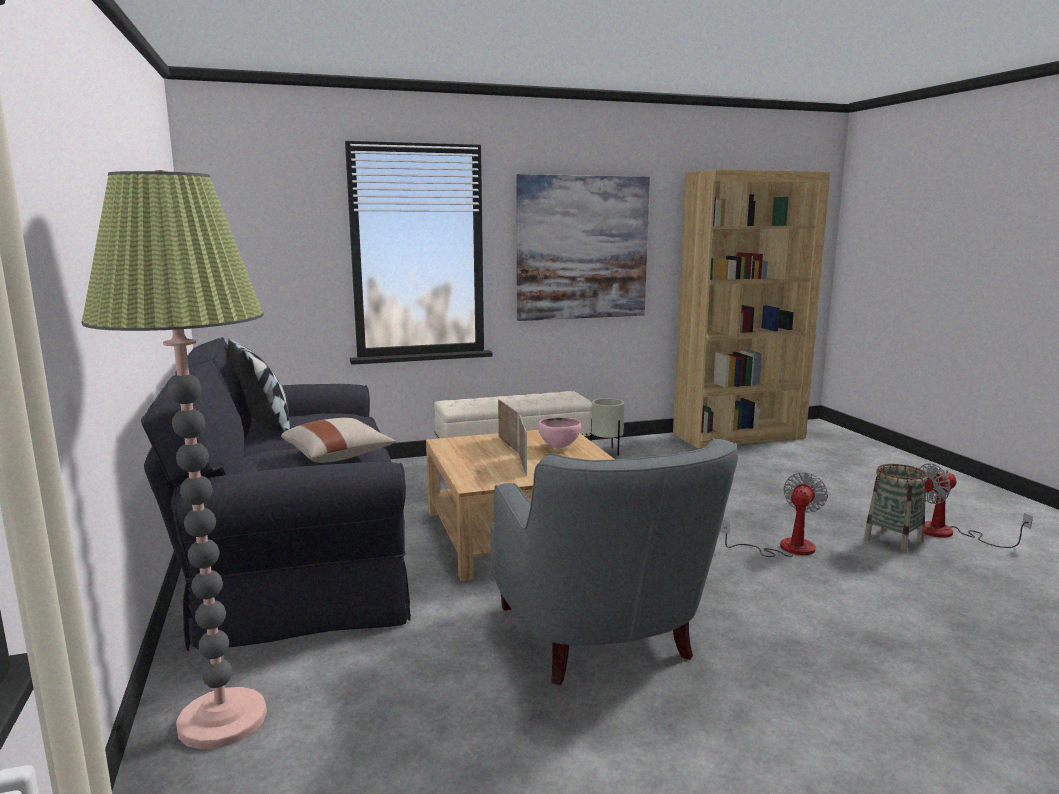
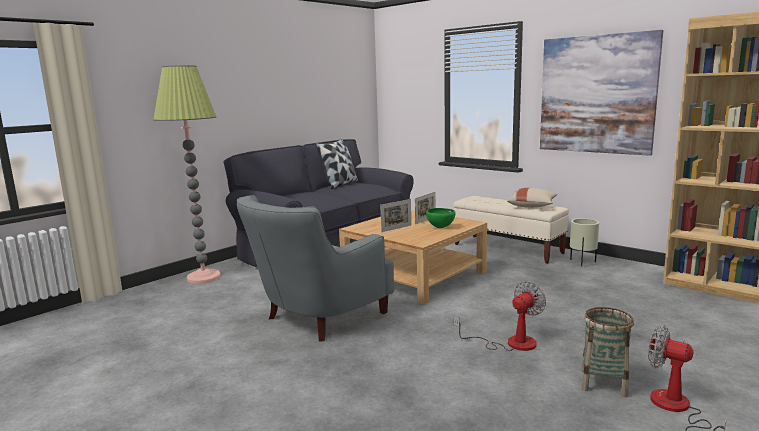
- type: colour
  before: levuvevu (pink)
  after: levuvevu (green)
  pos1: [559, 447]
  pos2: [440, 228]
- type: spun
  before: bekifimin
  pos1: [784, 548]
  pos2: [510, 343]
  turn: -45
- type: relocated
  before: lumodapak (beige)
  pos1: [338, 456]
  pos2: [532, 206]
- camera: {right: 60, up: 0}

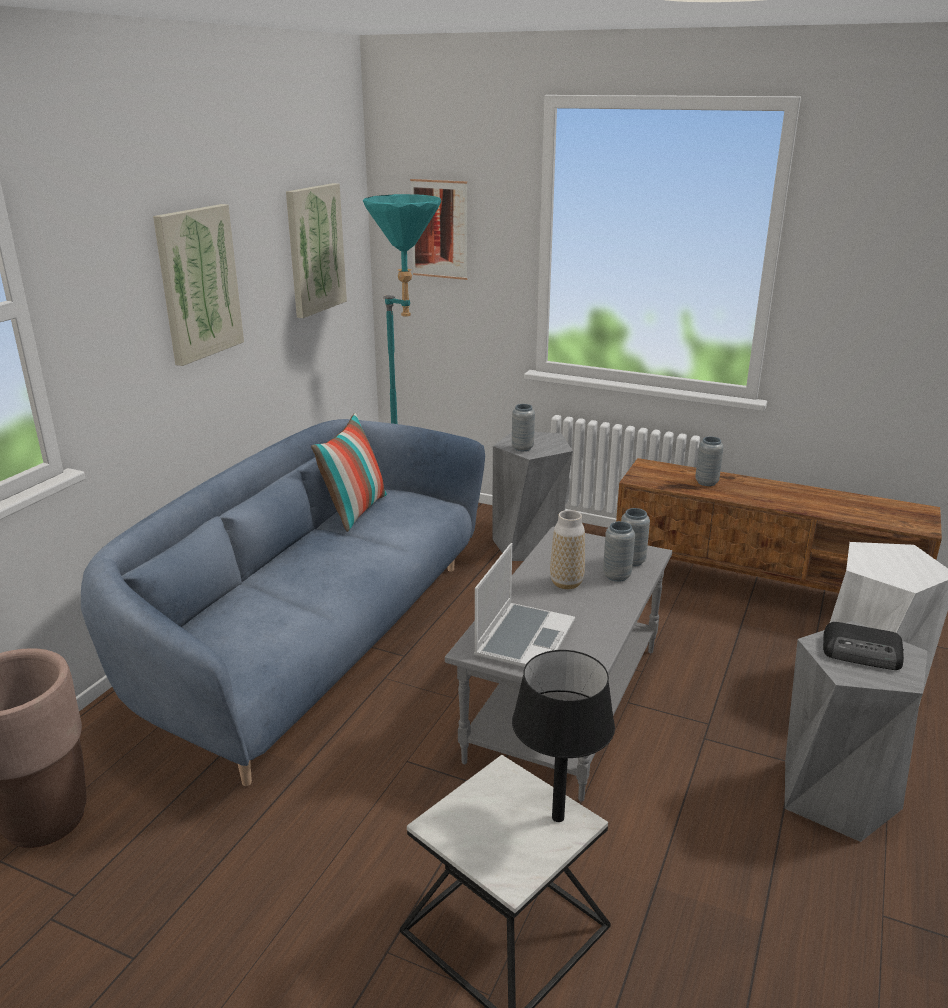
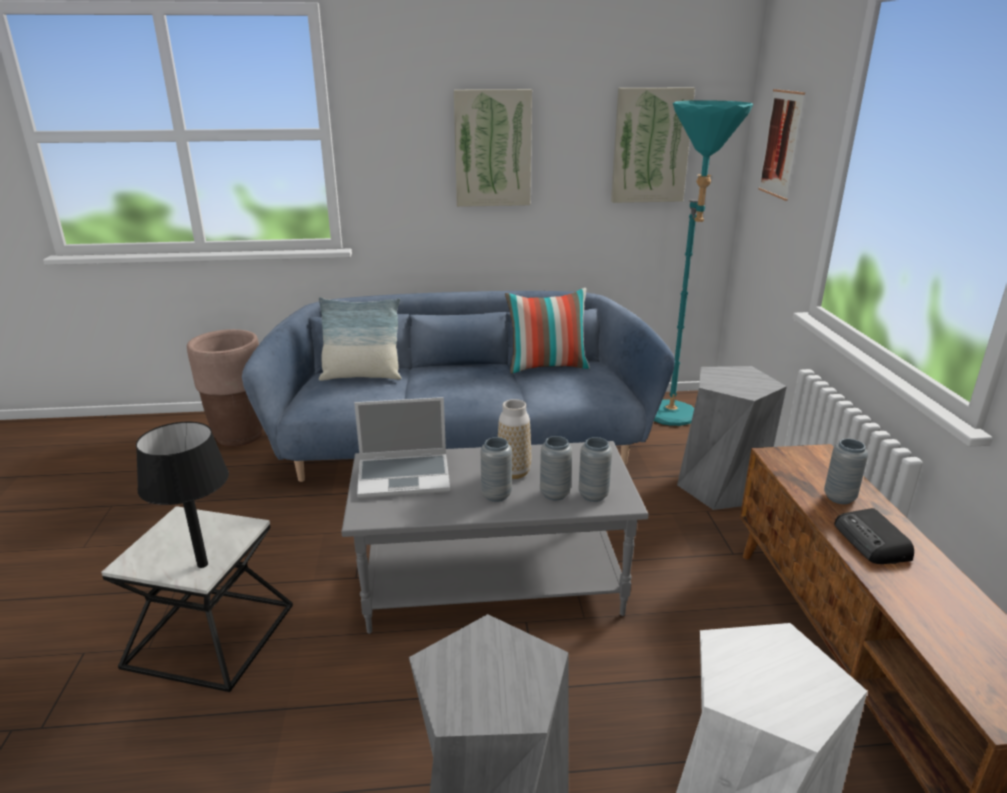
- type: appeared
  after: lumodapak
  pos2: [362, 376]
- type: relocated
  before: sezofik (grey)
  pos1: [522, 448]
  pos2: [496, 495]
- type: relocated
  before: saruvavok
  pos1: [863, 653]
  pos2: [872, 542]
- camera: {right: 60, up: 0}

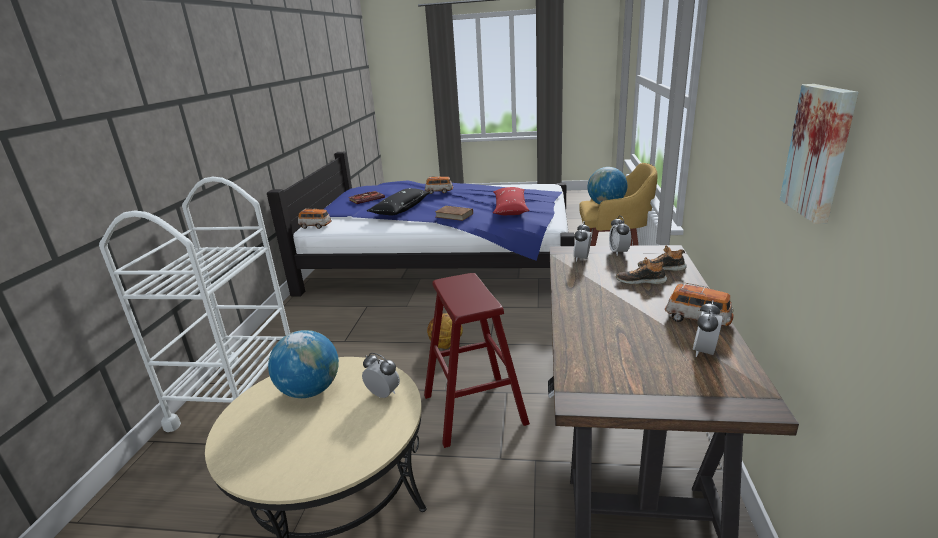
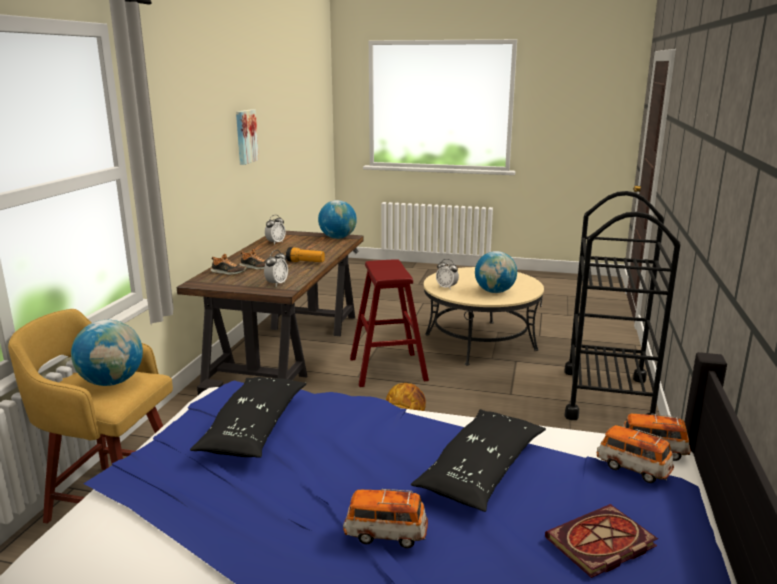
- type: colour
  before: lumodapak (red)
  after: lumodapak (black)
  pos1: [510, 209]
  pos2: [254, 428]
- type: appeared
  after: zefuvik
  pos2: [305, 262]
- type: appeared
  after: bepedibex
  pos2: [337, 238]
- type: colour
  before: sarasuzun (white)
  after: sarasuzun (black)
  pos1: [238, 394]
  pos2: [607, 397]
- type: relocated
  before: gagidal
  pos1: [697, 319]
  pos2: [632, 468]
- type: missing
  before: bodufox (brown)
  pos1: [454, 215]
- type: missing
  before: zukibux
  pos1: [619, 252]
- camera: {right: -175, up: -5}

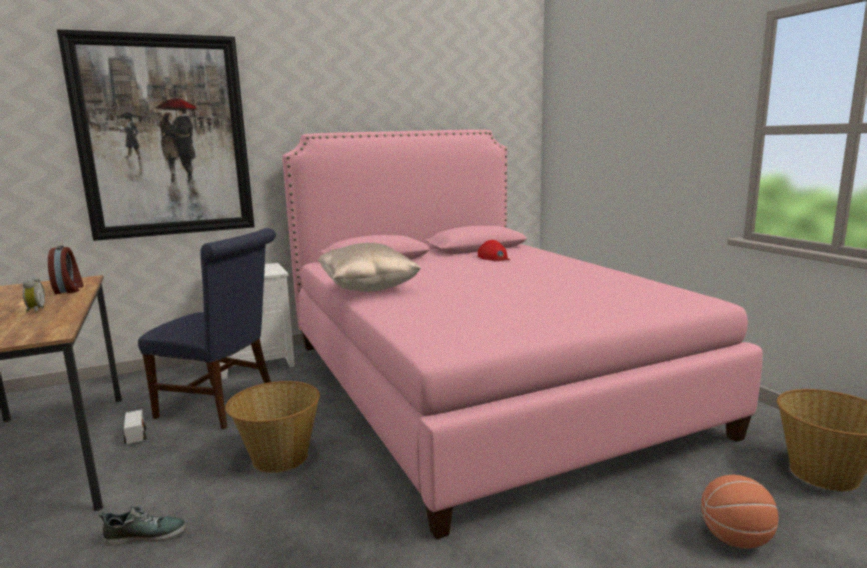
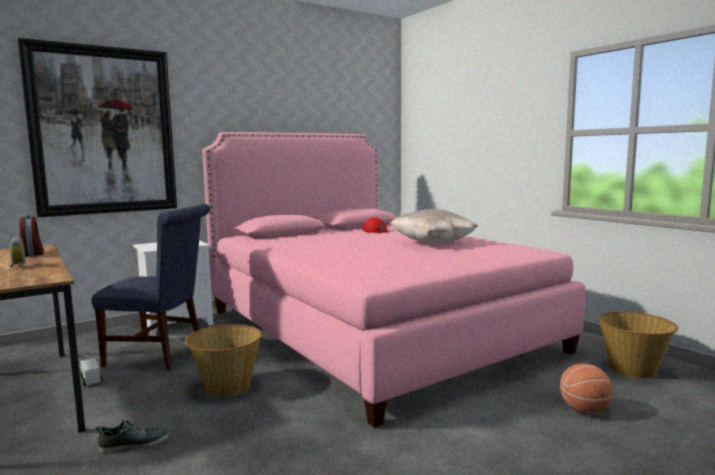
- type: relocated
  before: lumodapak (beige)
  pos1: [368, 289]
  pos2: [432, 243]
- camera: {right: -10, up: -5}

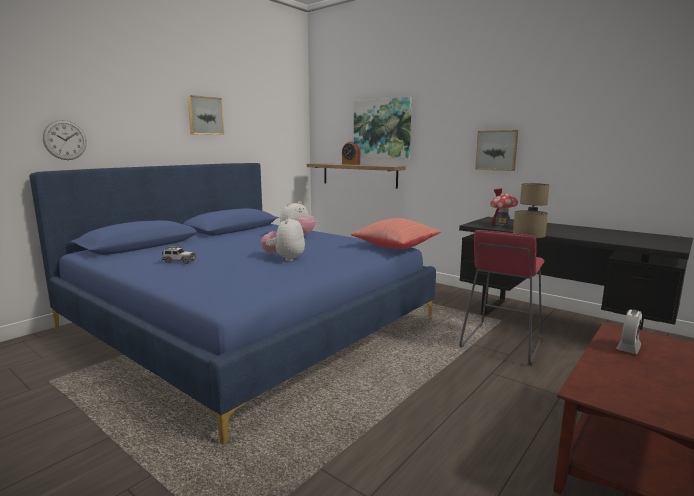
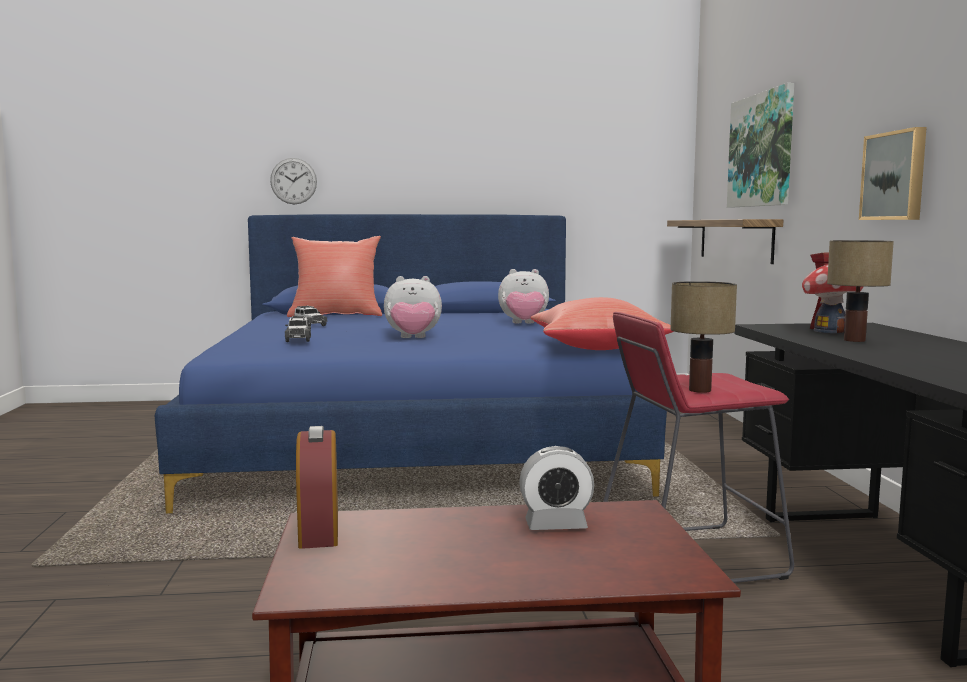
- type: appeared
  after: gagidal
  pos2: [298, 339]
- type: appeared
  after: lumodapak (red)
  pos2: [336, 315]
- type: relocated
  before: zukibux
  pos1: [351, 164]
  pos2: [319, 531]
- type: spun
  before: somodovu
  pos1: [285, 259]
  pos2: [413, 338]
  turn: -150
- type: missing
  before: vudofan
  pos1: [205, 115]
- camera: {right: 45, up: -5}

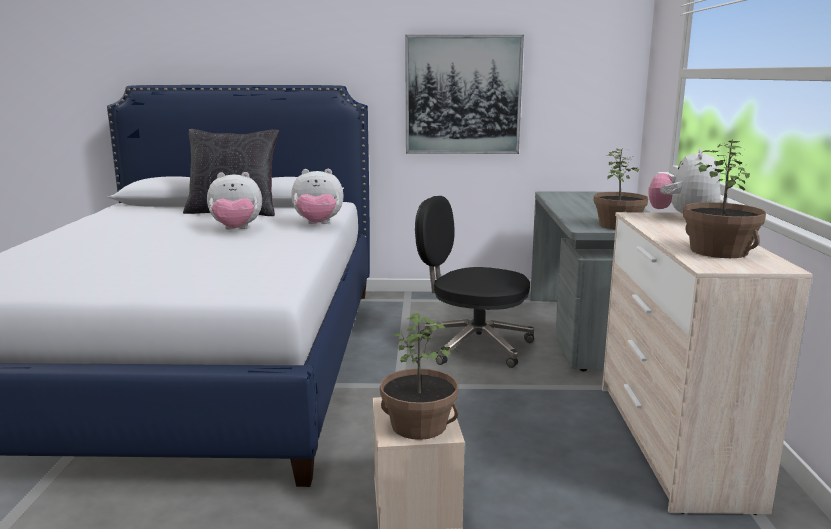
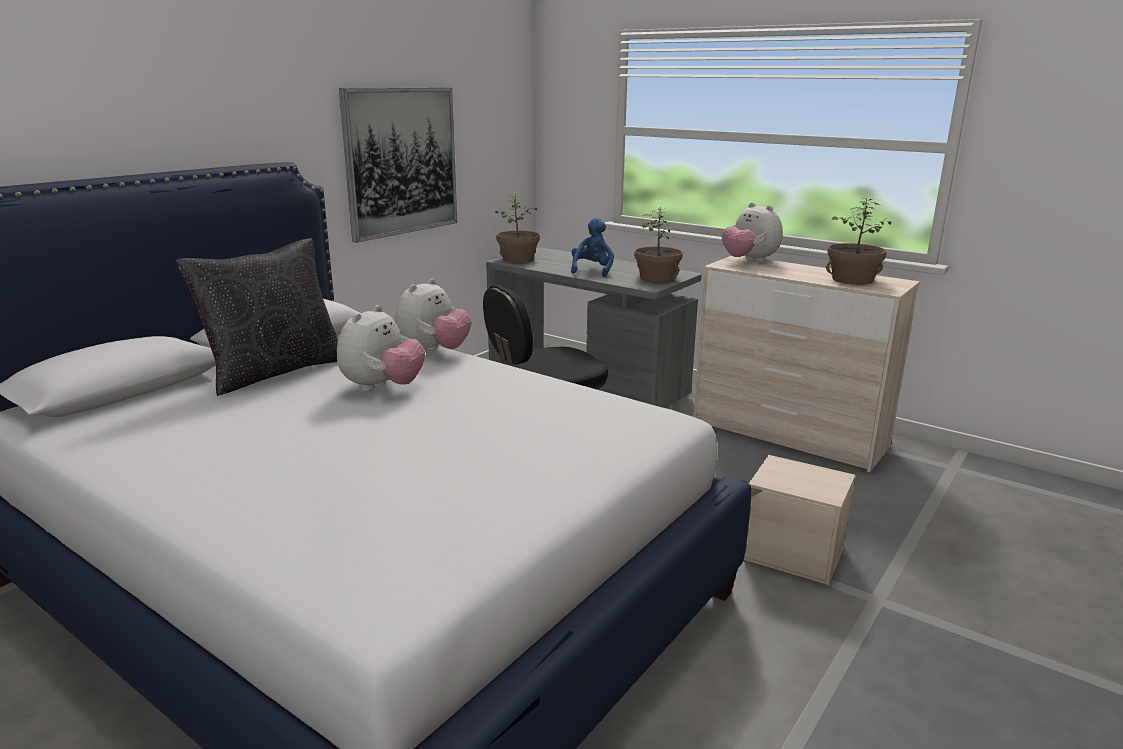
- type: relocated
  before: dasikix
  pos1: [418, 425]
  pos2: [518, 259]
- type: appeared
  after: somodovu (blue)
  pos2: [592, 271]
- camera: {right: -55, up: 5}

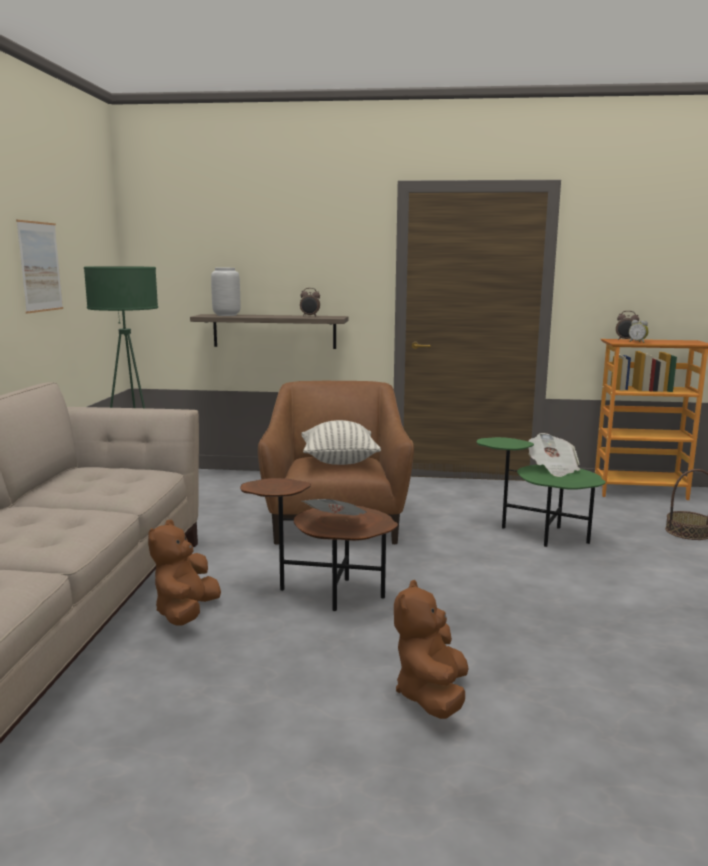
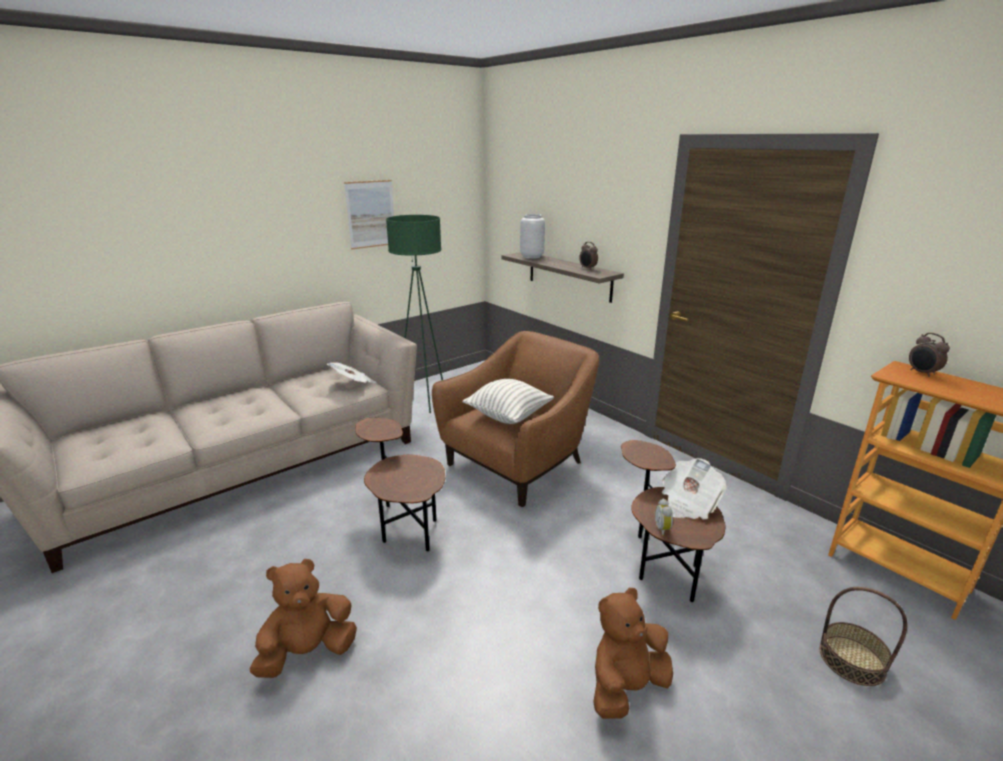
- type: relocated
  before: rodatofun
  pos1: [336, 525]
  pos2: [353, 384]
- type: relocated
  before: somodovu (brown)
  pos1: [186, 613]
  pos2: [626, 687]
- type: colour
  before: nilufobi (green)
  after: nilufobi (brown)
  pos1: [539, 534]
  pos2: [660, 563]
- type: relocated
  before: zukibux
  pos1: [637, 342]
  pos2: [663, 529]
- camera: {right: 45, up: 10}

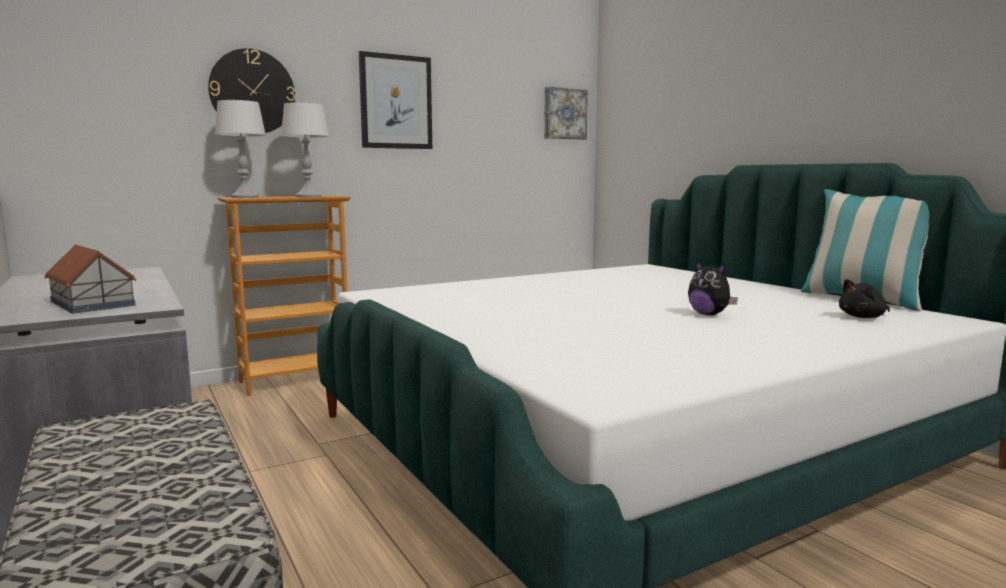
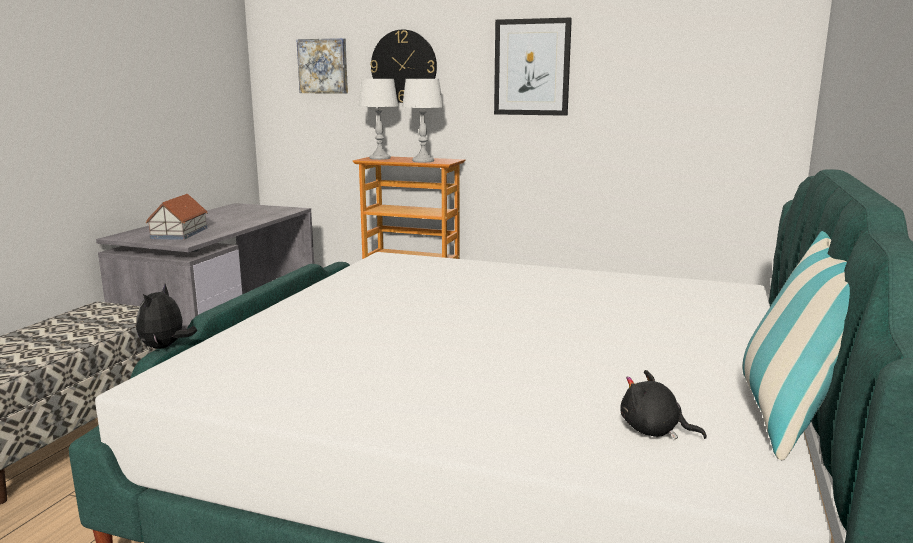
- type: relocated
  before: somodovu
  pos1: [709, 314]
  pos2: [165, 347]
- type: relocated
  before: vudofan
  pos1: [564, 114]
  pos2: [323, 66]
- camera: {right: 50, up: 5}

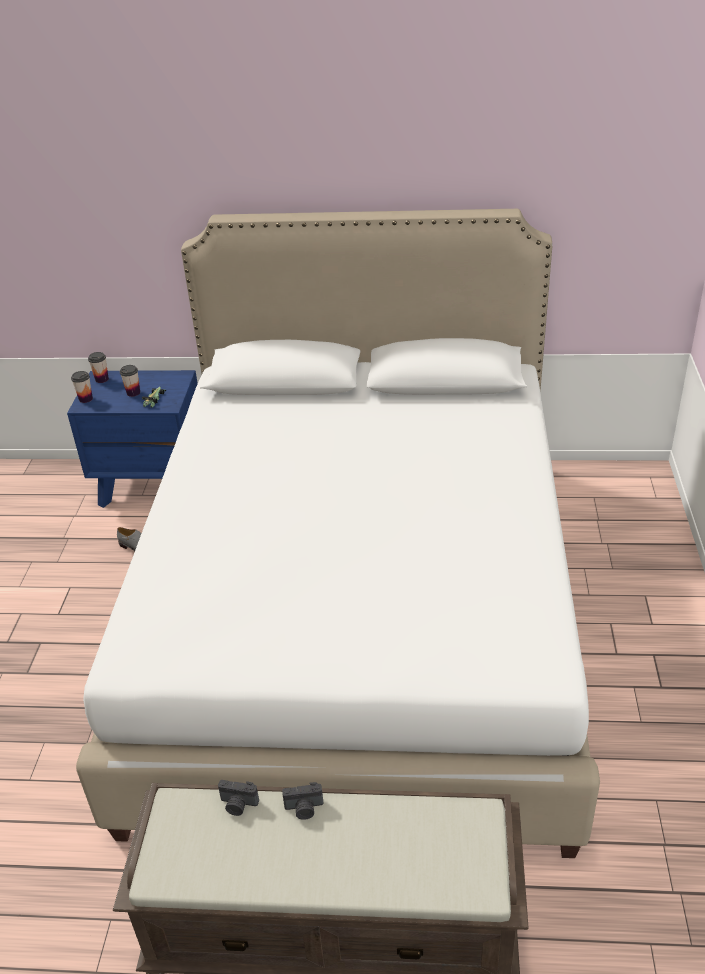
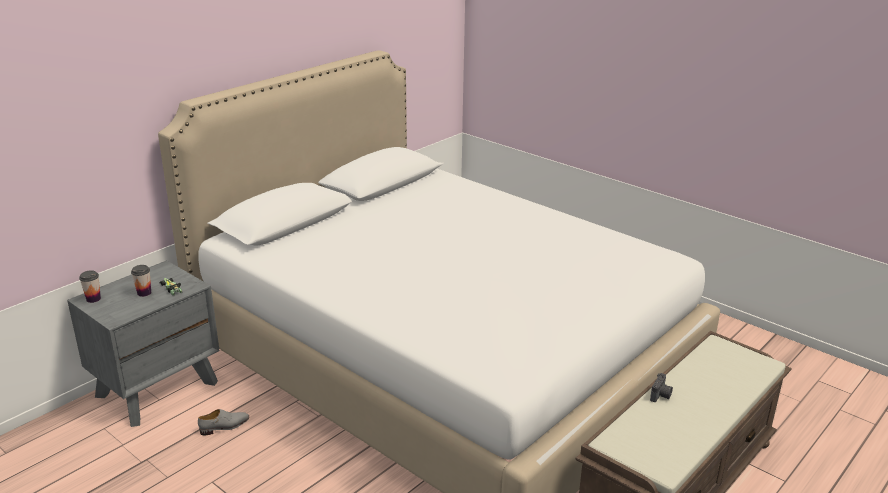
- type: colour
  before: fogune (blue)
  after: fogune (grey)
  pos1: [154, 484]
  pos2: [157, 388]
- type: missing
  before: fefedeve
  pos1: [85, 399]
- type: missing
  before: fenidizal
  pos1: [238, 805]
- camera: {right: -55, up: -10}

